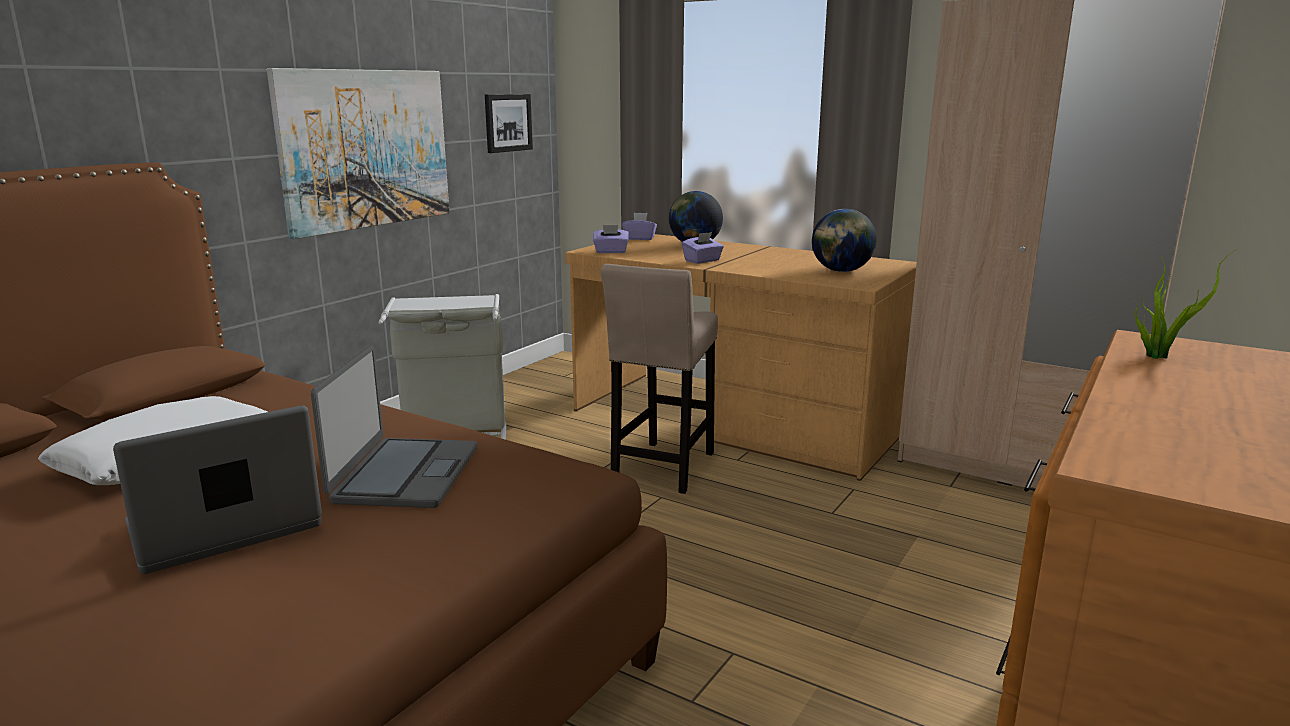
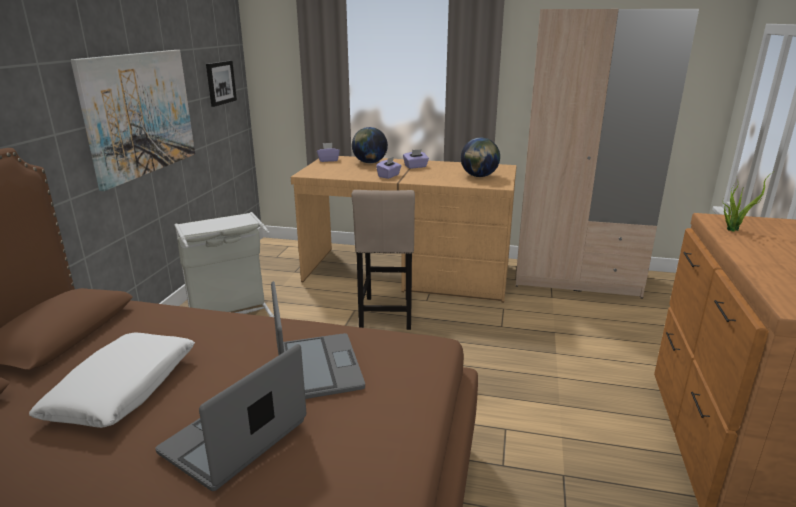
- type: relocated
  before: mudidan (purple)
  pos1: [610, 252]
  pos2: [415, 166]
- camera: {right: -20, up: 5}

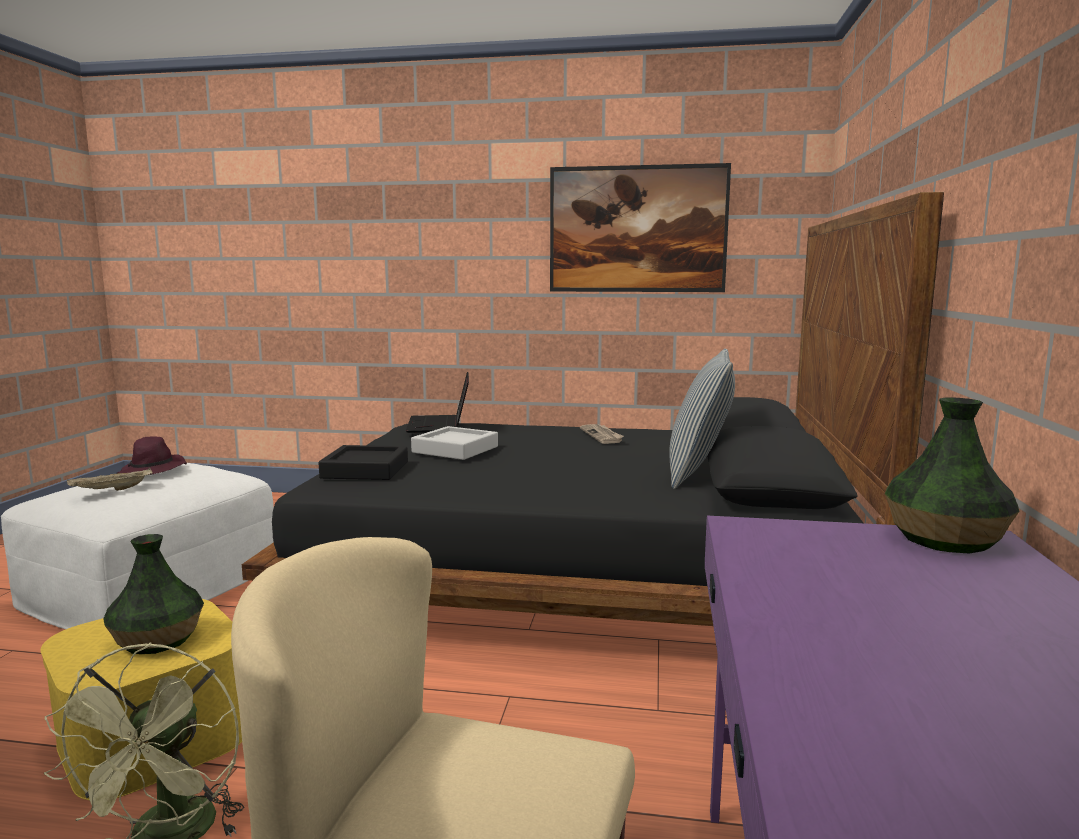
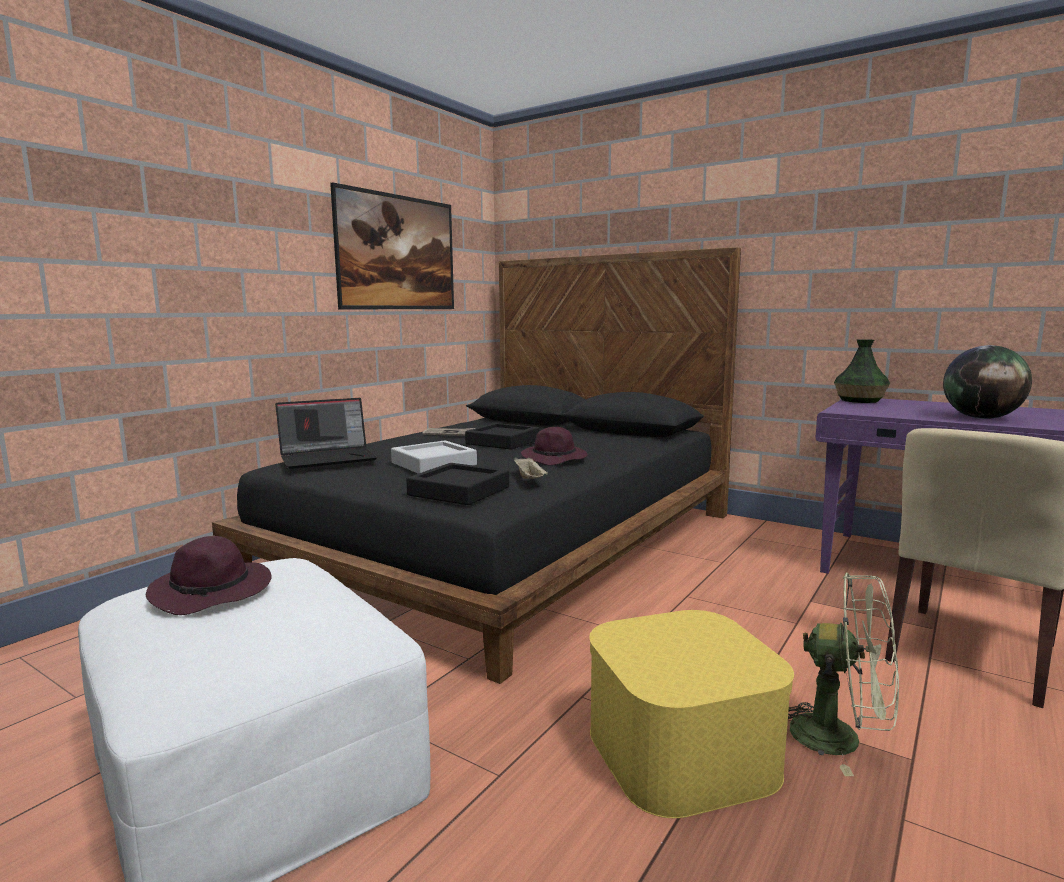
- type: spun
  before: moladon
  pos1: [440, 425]
  pos2: [329, 458]
  turn: -45
- type: appeared
  after: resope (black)
  pos2: [503, 442]
- type: relocated
  before: resope (beige)
  pos1: [111, 490]
  pos2: [530, 479]
- type: appeared
  after: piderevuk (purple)
  pos2: [555, 458]
- type: appeared
  after: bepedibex
  pos2: [981, 418]
- type: missing
  before: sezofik
  pos1: [158, 640]
- type: missing
  before: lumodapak
  pos1: [698, 472]
- camera: {right: -65, up: 0}

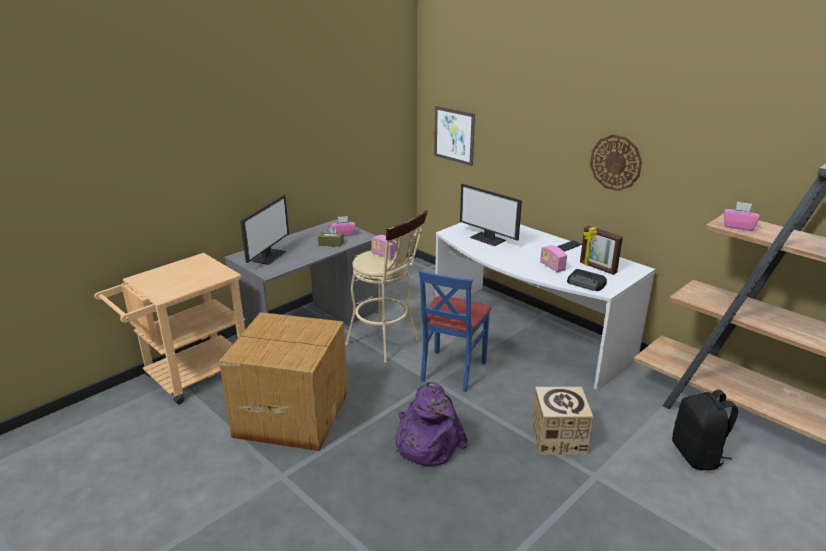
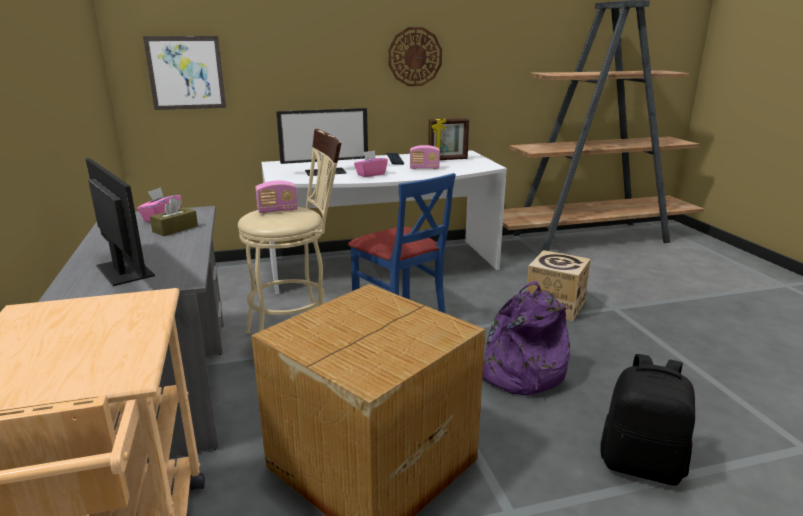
- type: relocated
  before: mudidan (pink)
  pos1: [738, 226]
  pos2: [370, 174]
- type: relocated
  before: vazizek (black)
  pos1: [697, 455]
  pos2: [641, 464]
- type: missing
  before: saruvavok
  pos1: [586, 283]
- camera: {right: -60, up: -5}

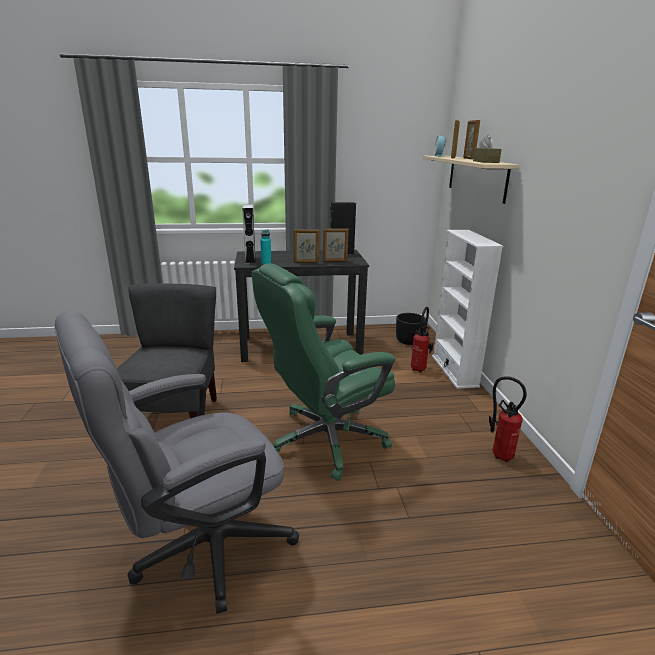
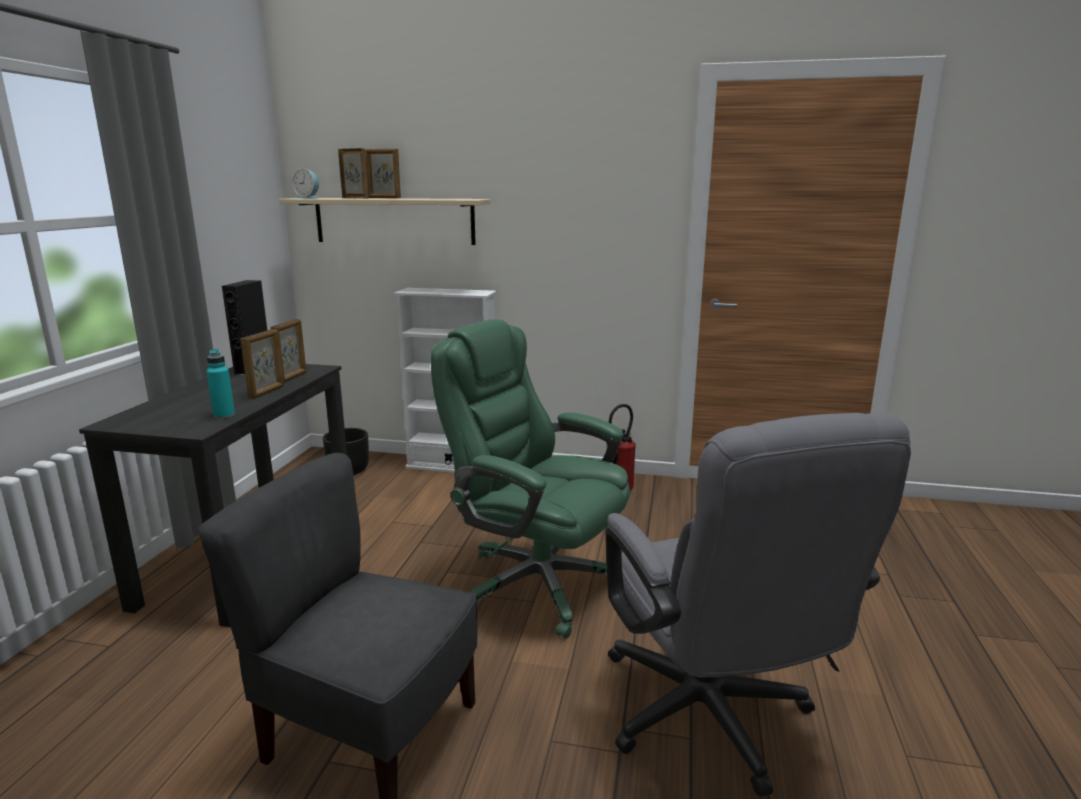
- type: spun
  before: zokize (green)
  pos1: [325, 440]
  pos2: [537, 583]
  turn: 135
- type: missing
  before: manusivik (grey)
  pos1: [250, 260]
- type: missing
  before: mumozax
  pos1: [420, 368]
- type: missing
  before: mudidan (brown)
  pos1: [485, 162]
- camera: {right: -70, up: -5}

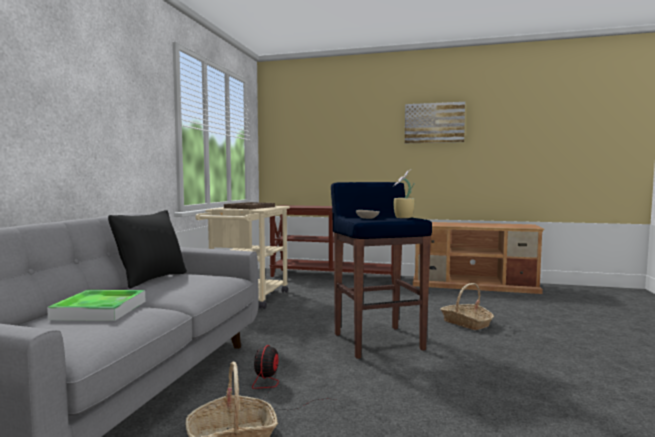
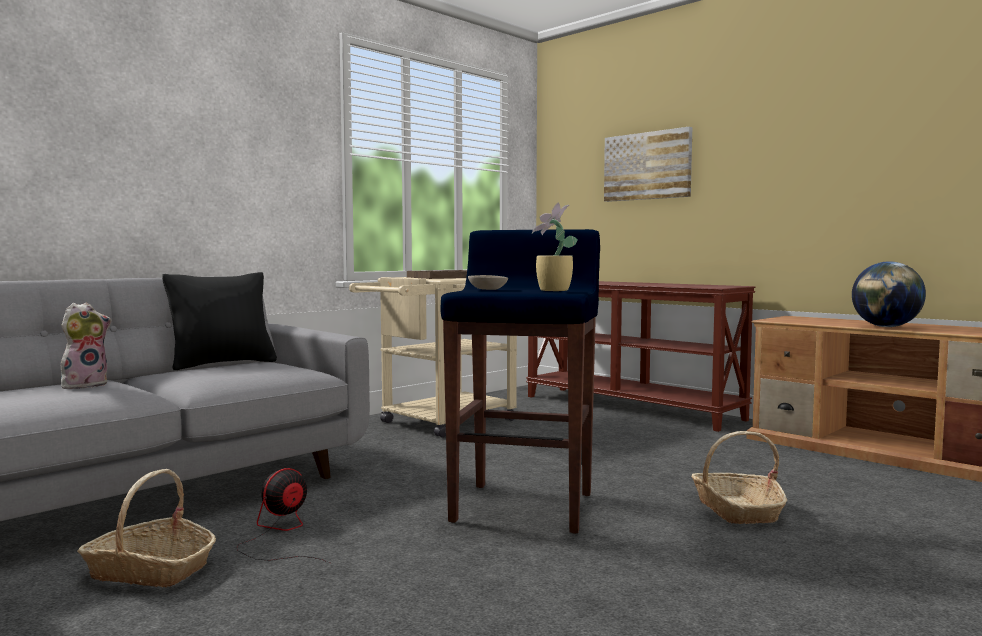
- type: exchanged
  before: resope
  after: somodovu
  pos1: [100, 310]
  pos2: [85, 385]
- type: relocated
  before: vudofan
  pos1: [434, 123]
  pos2: [647, 166]
- type: appeared
  after: bepedibex
  pos2: [886, 327]
- camera: {right: 30, up: 0}

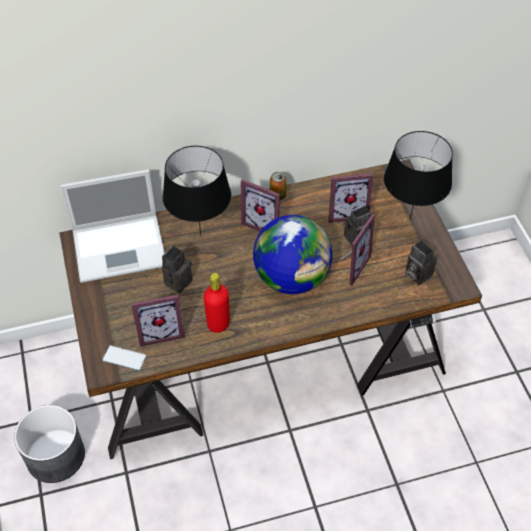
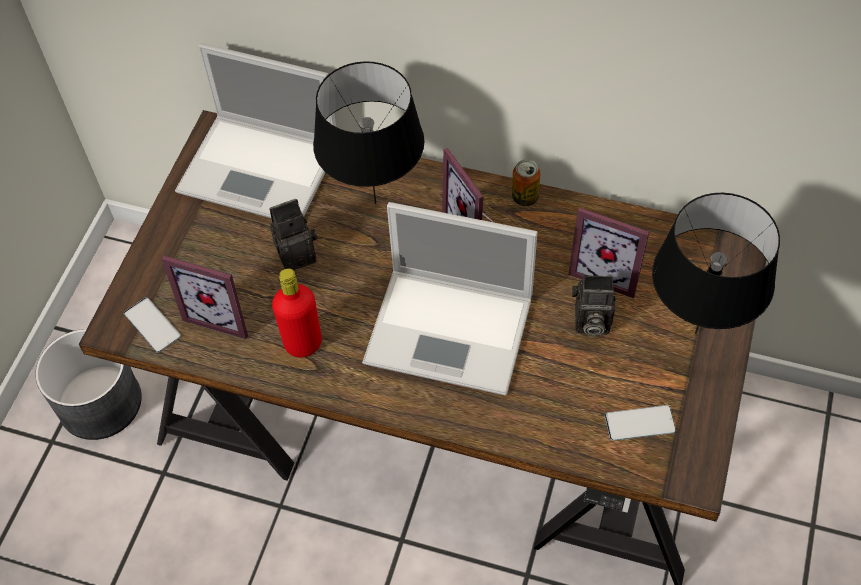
- type: exchanged
  before: bepedibex
  after: moladon
  pos1: [292, 278]
  pos2: [452, 330]
- type: exchanged
  before: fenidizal
  after: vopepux
  pos1: [416, 274]
  pos2: [639, 423]
- type: missing
  before: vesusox
  pos1: [350, 266]
- camera: {right: 35, up: 5}

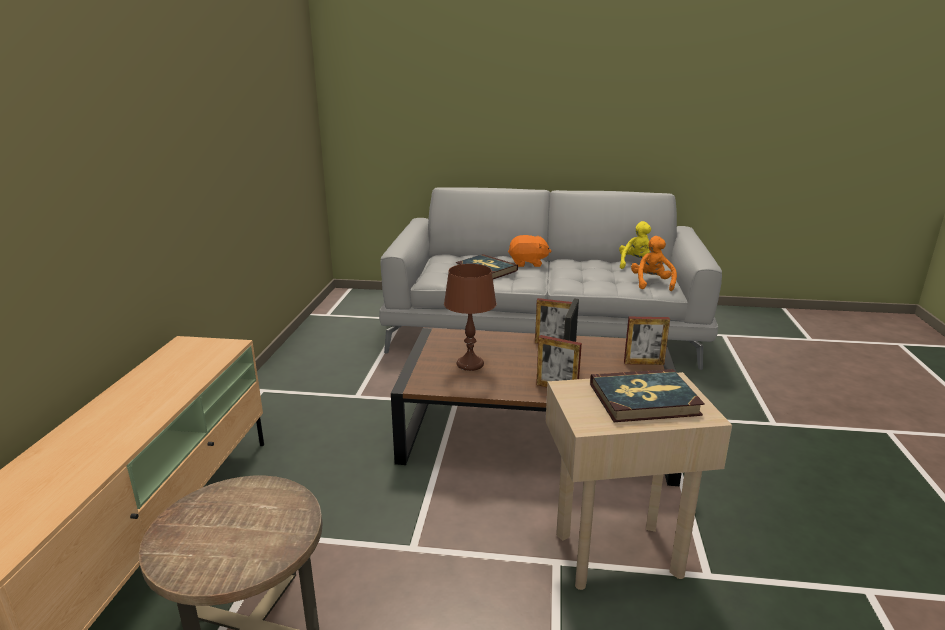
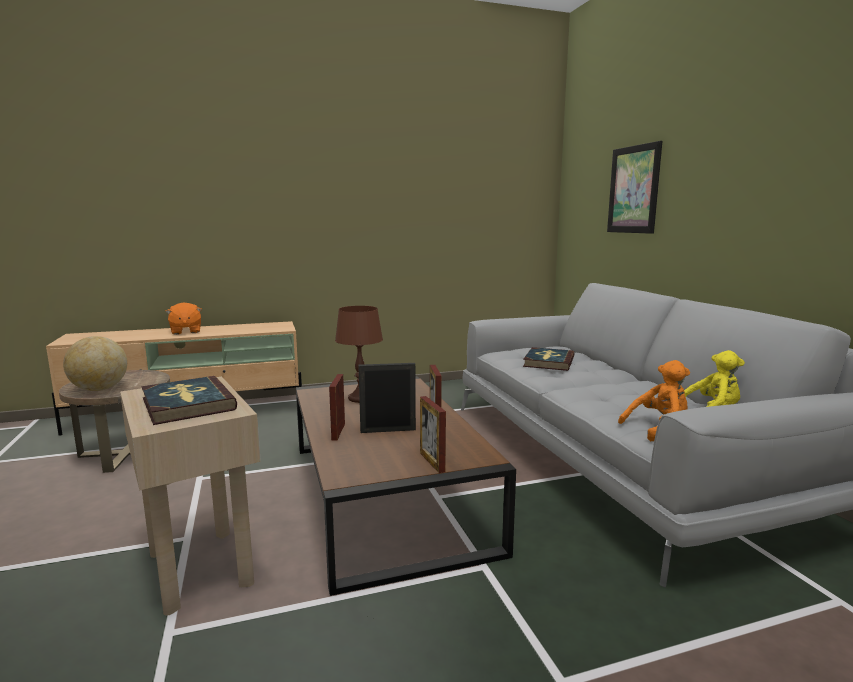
- type: appeared
  after: bepedibex
  pos2: [99, 389]
- type: relocated
  before: somodovu (orange)
  pos1: [528, 263]
  pos2: [185, 331]
- type: appeared
  after: vudofan
  pos2: [633, 189]
- camera: {right: 65, up: -10}

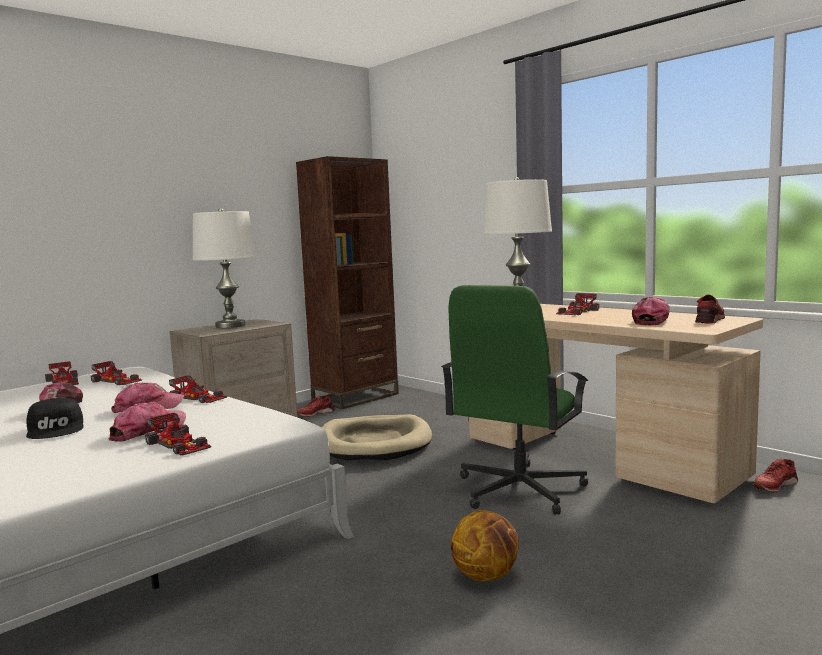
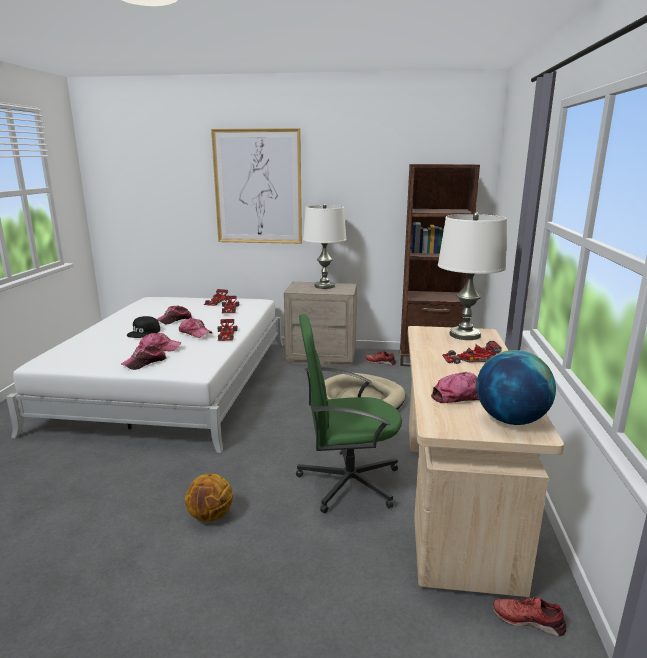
- type: exchanged
  before: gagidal
  after: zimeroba
  pos1: [179, 444]
  pos2: [145, 362]
- type: appeared
  after: vudofan
  pos2: [258, 187]
- type: exchanged
  before: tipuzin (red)
  after: bepedibex
  pos1: [710, 319]
  pos2: [510, 420]
- camera: {right: 50, up: 10}

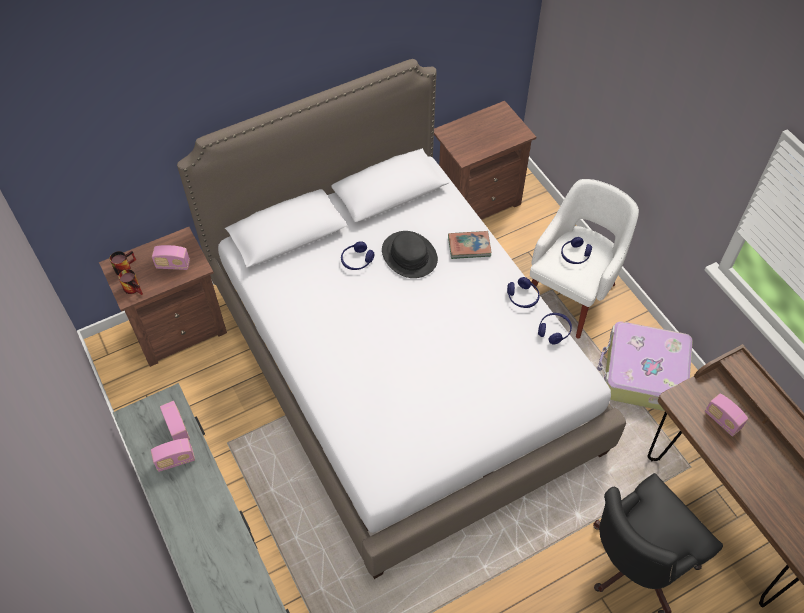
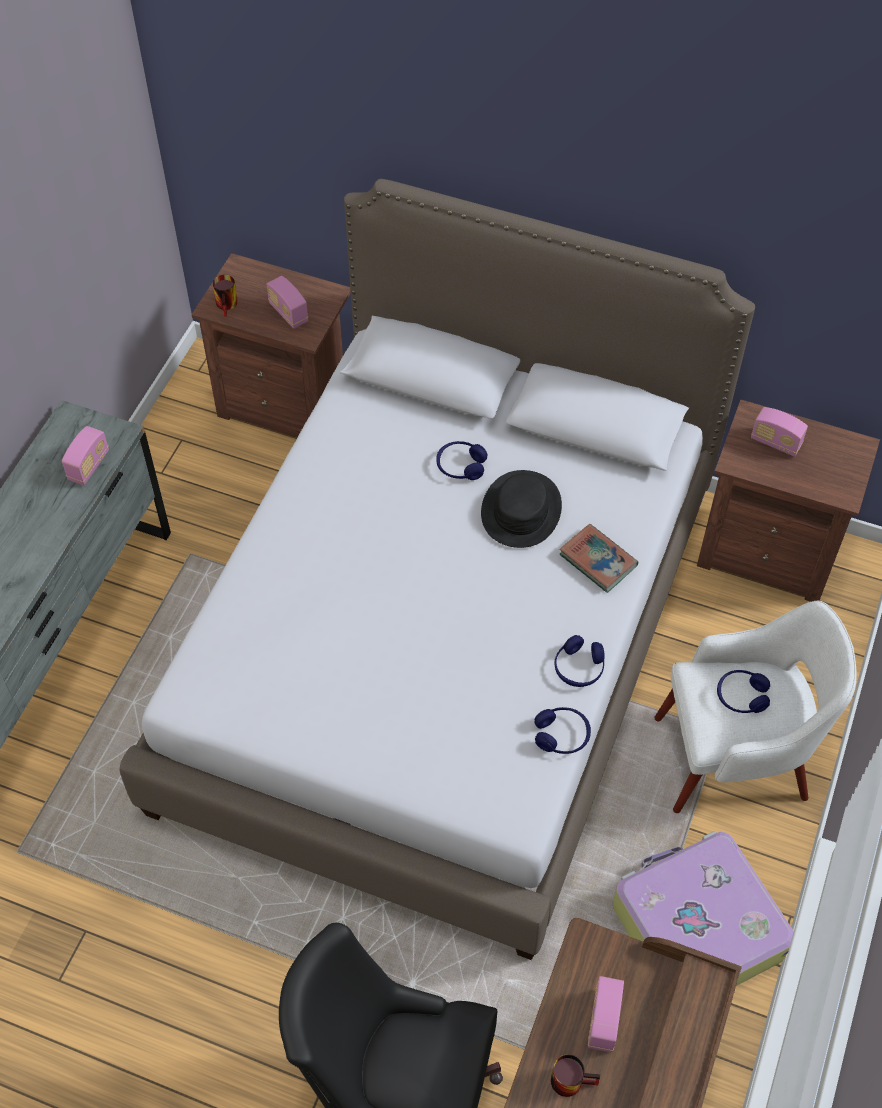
- type: relocated
  before: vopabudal
  pos1: [124, 266]
  pos2: [572, 1078]
- type: relocated
  before: saruvavok
  pos1: [175, 460]
  pos2: [775, 442]
- camera: {right: 50, up: 0}

